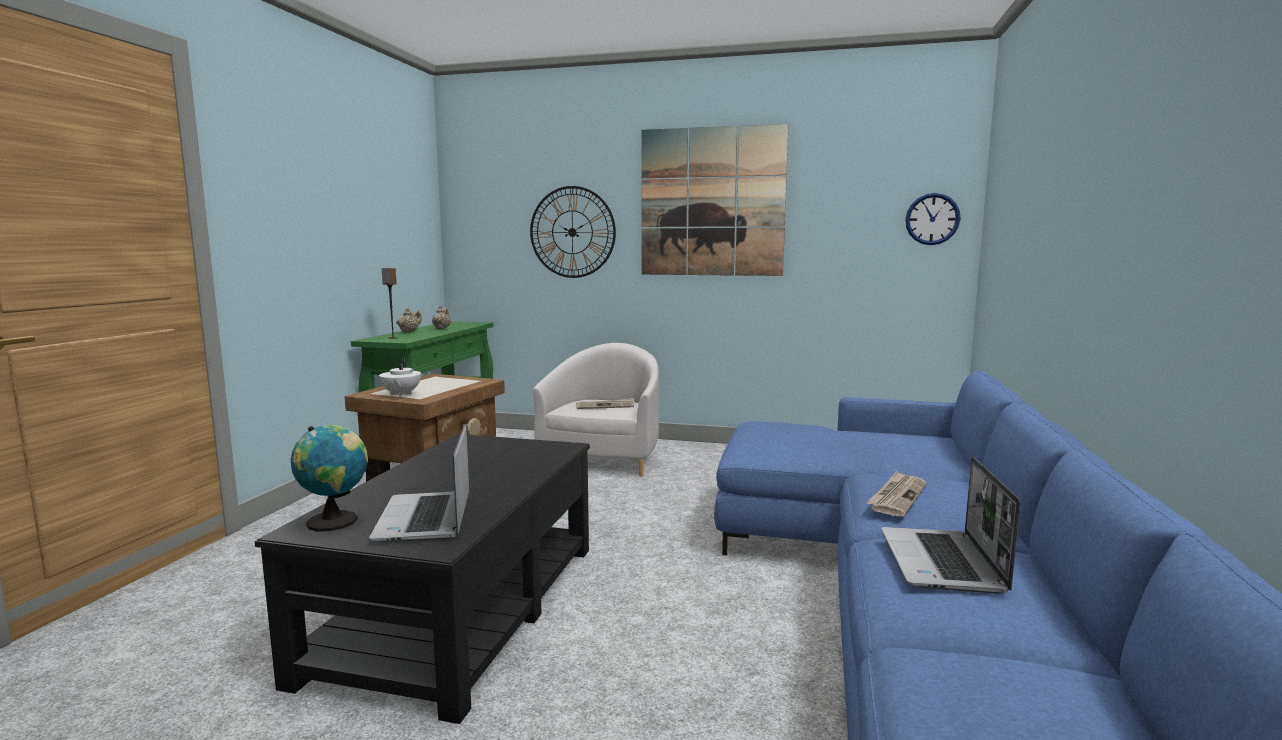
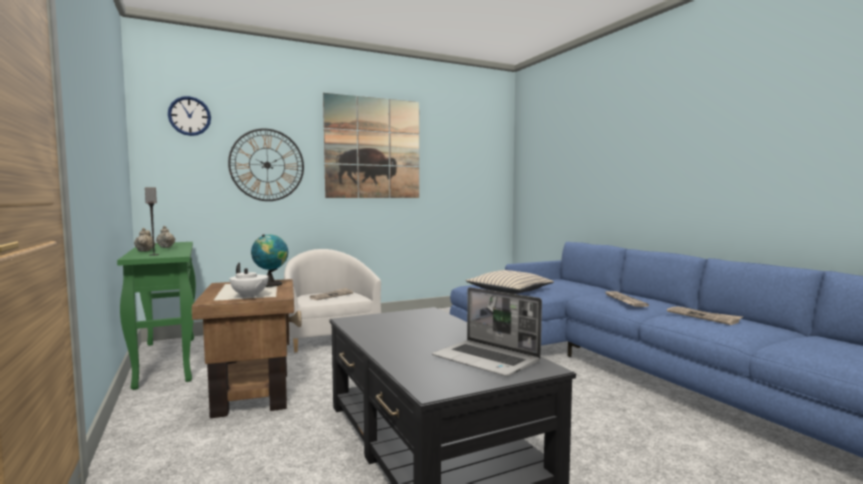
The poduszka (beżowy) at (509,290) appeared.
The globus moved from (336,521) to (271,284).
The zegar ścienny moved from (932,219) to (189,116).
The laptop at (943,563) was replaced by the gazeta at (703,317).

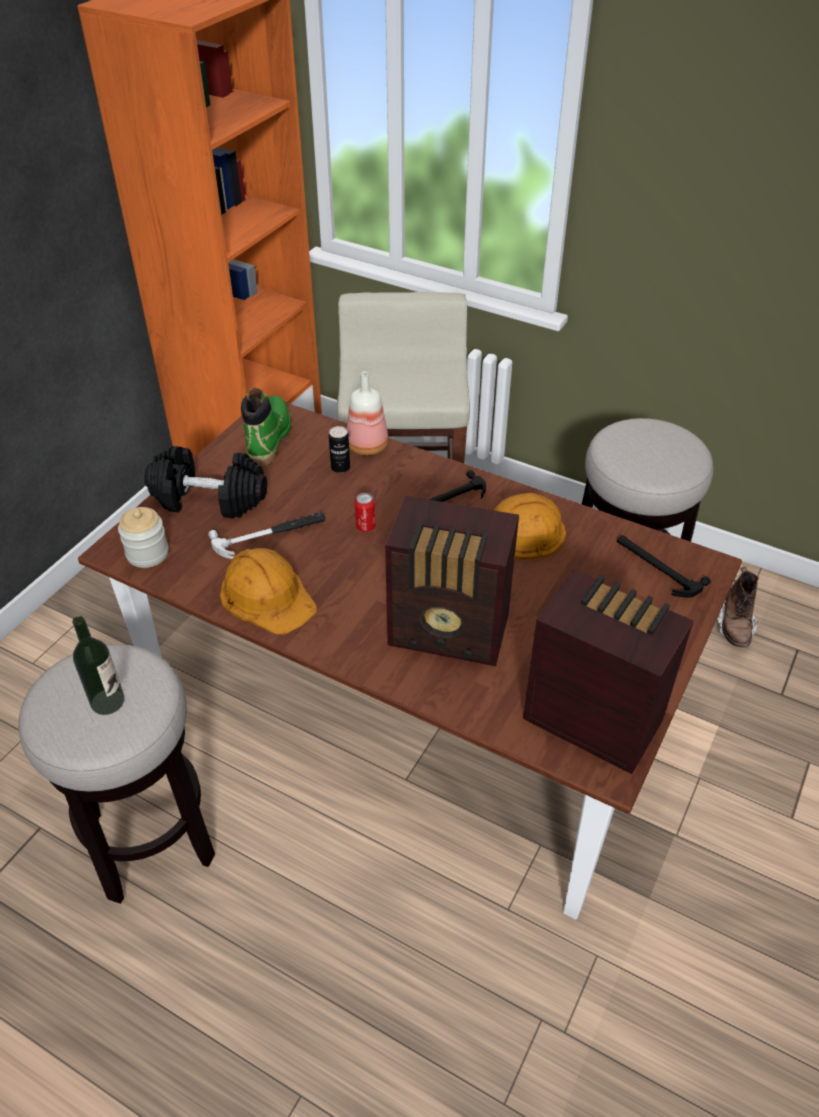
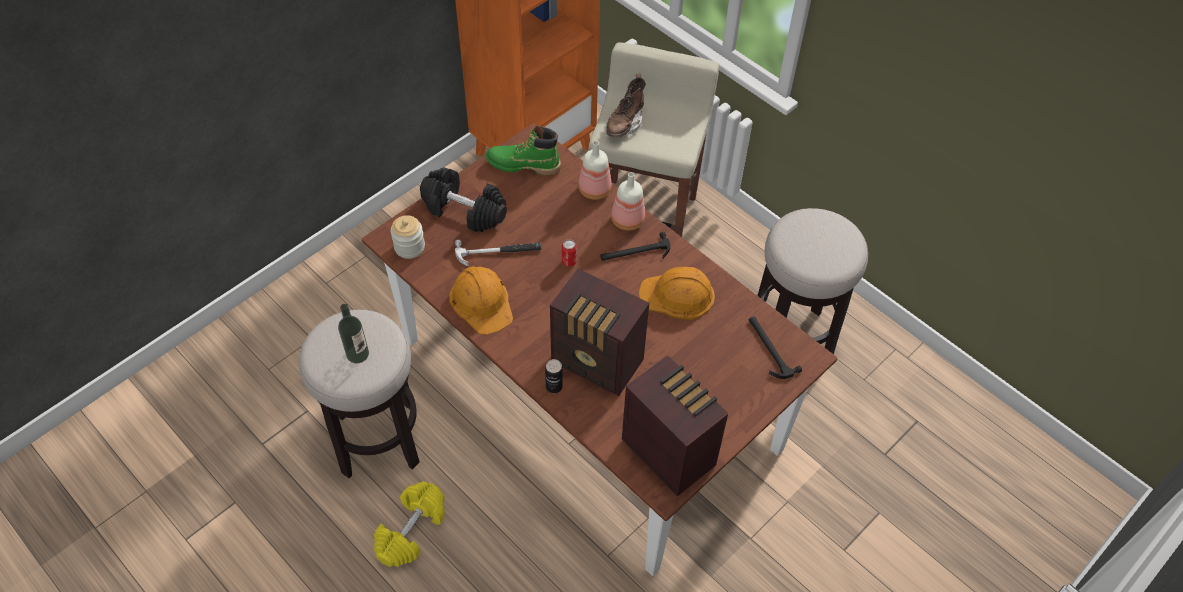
The hantel (żółty) at (412,531) appeared.
The butelka at (626,221) appeared.
The puszka moved from (340,467) to (554,386).
The but z cholewką (brązowy) moved from (735,627) to (625,123).
The but z cholewką (zielony) at (269,438) turned 105 degrees counterclockwise.

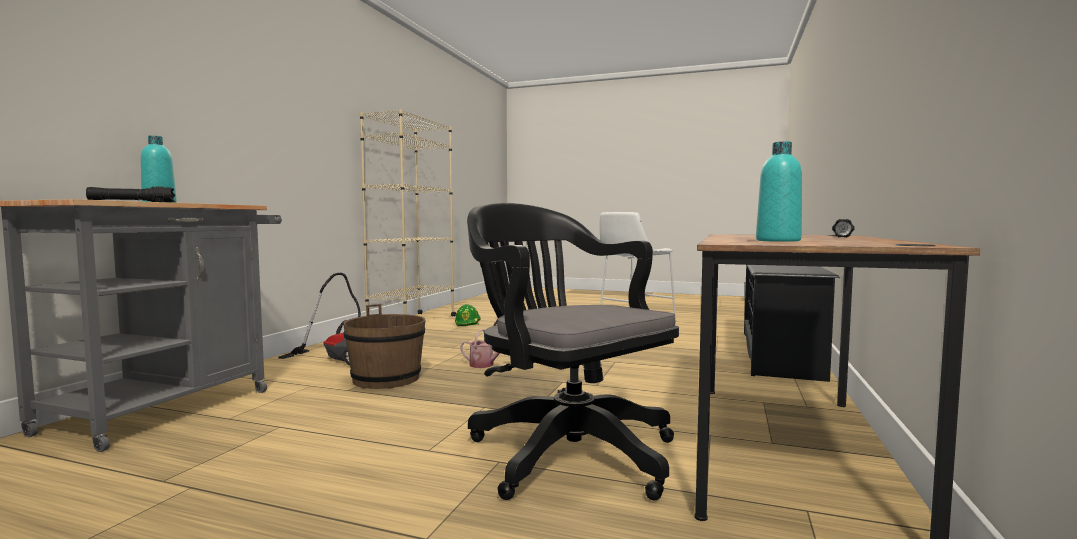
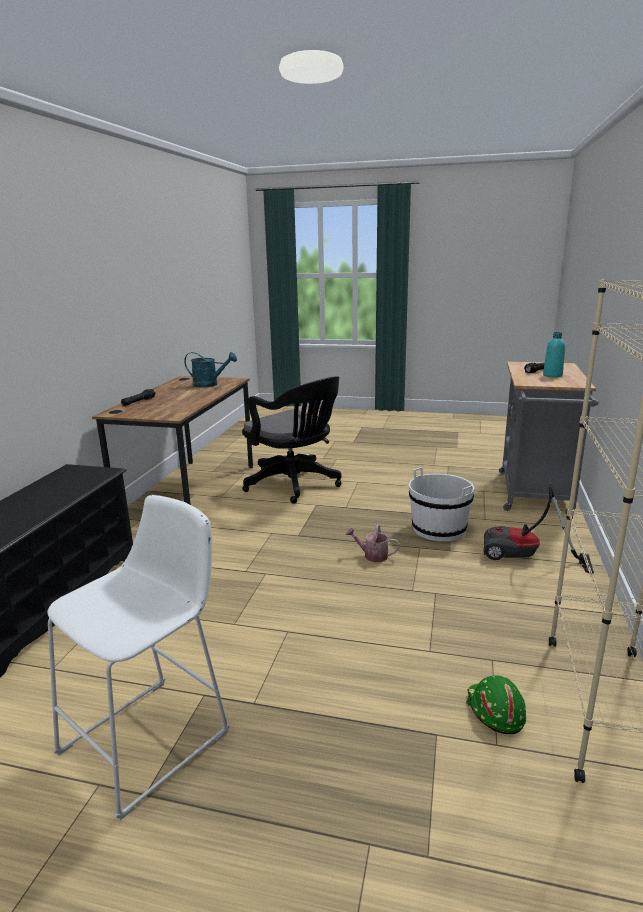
The butelka (turkusowy) at (778,240) was replaced by the konewka (turkusowy) at (210,384).
The wiadro (brązowy) at (386,379) became the wiadro (biały) at (438,529).

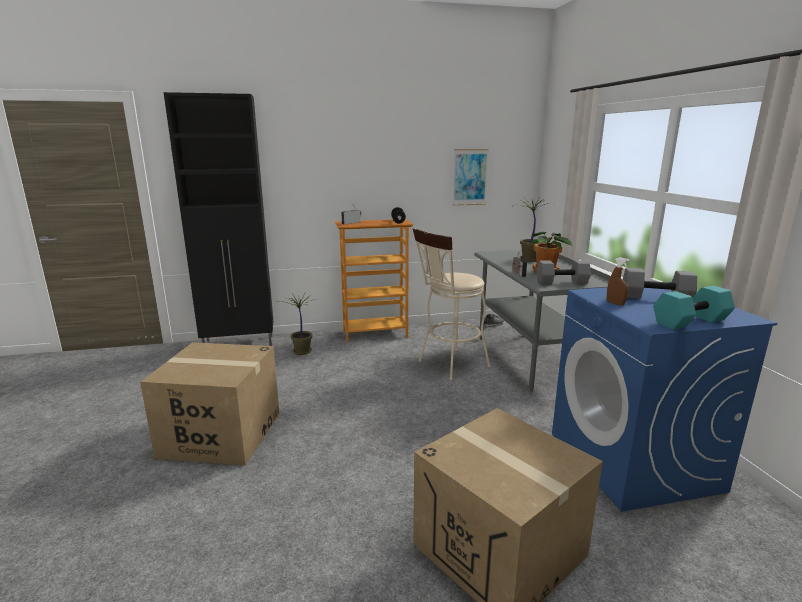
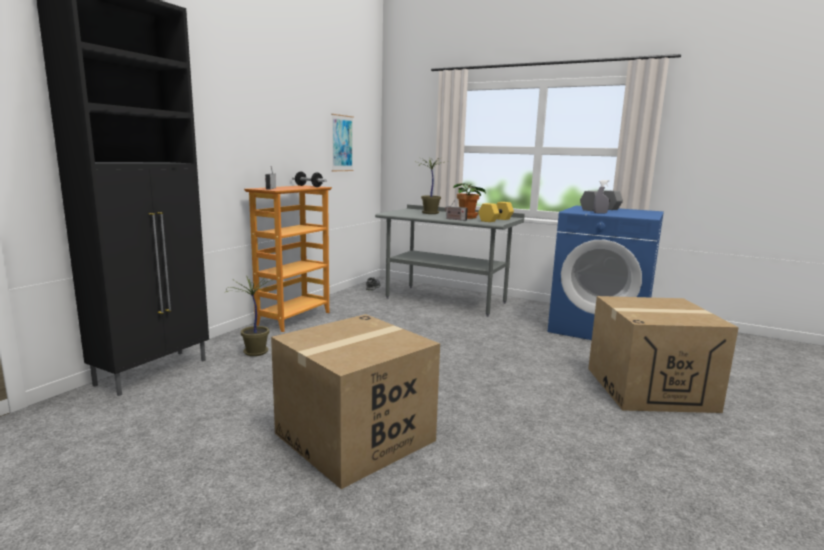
The stołek (beżowy) at (449,365) disappeared.
The hantel (turkusowy) at (691,322) disappeared.
The hantel (szary) at (561,282) became the hantel (żółty) at (496,220).
The spryskiwacz (brązowy) at (615,303) became the spryskiwacz (szary) at (600,213).

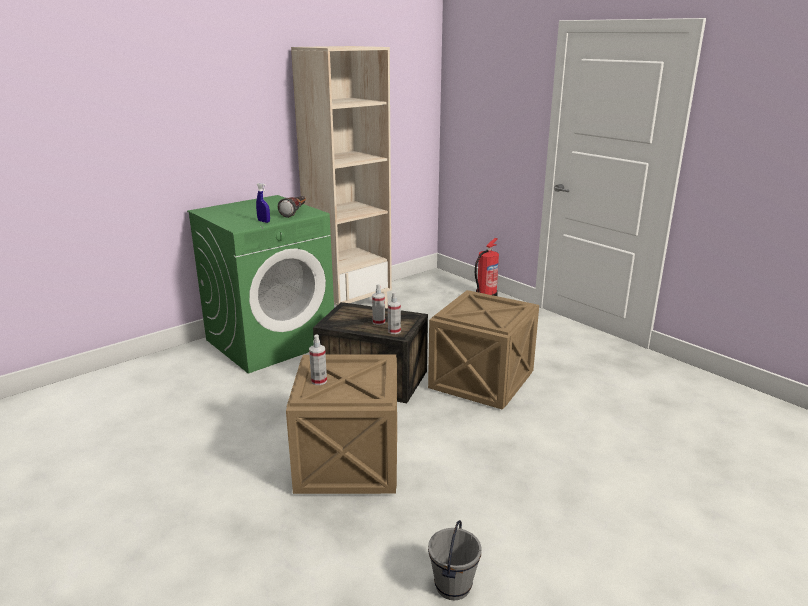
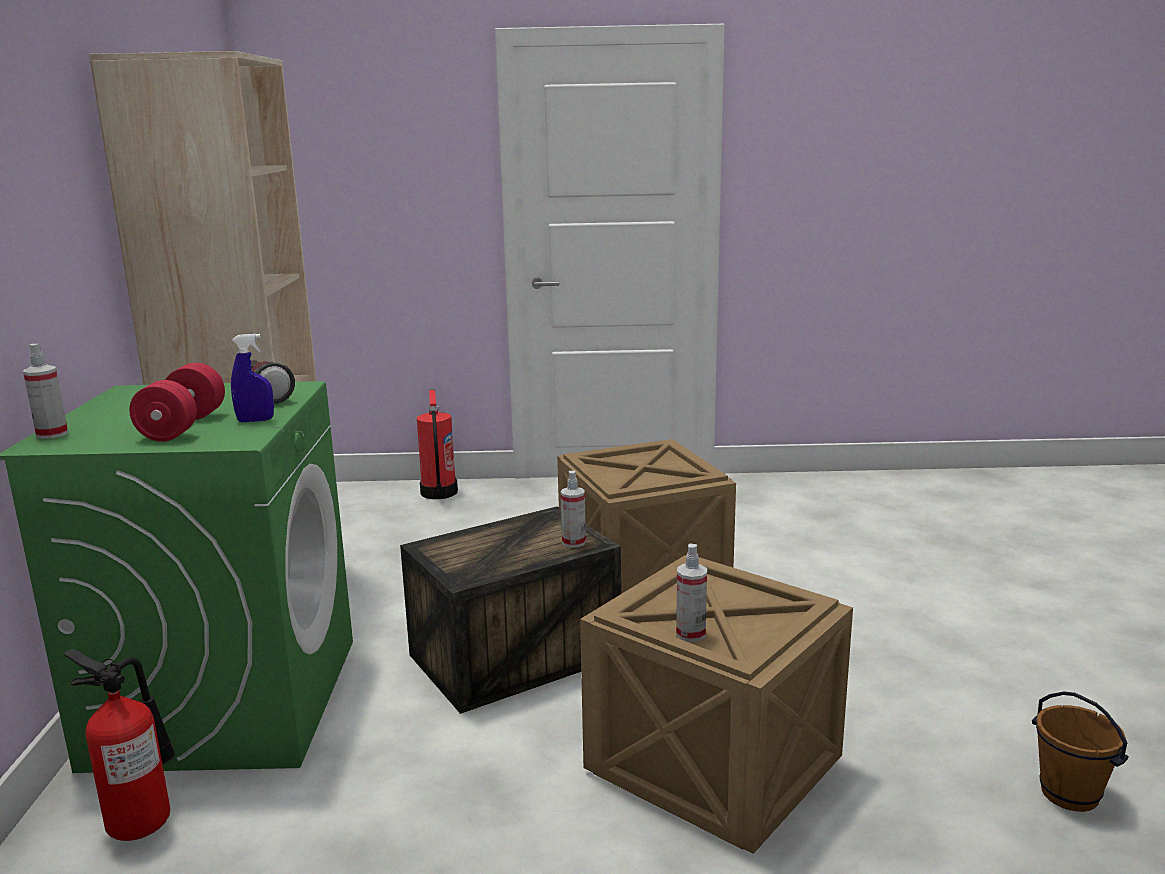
The gaśnica at (143,820) appeared.
The hantel (czerwony) at (183,426) appeared.
The spryskiwacz moved from (378,322) to (52,434).
The wiadro (szary) at (452,586) became the wiadro (brązowy) at (1068,795).

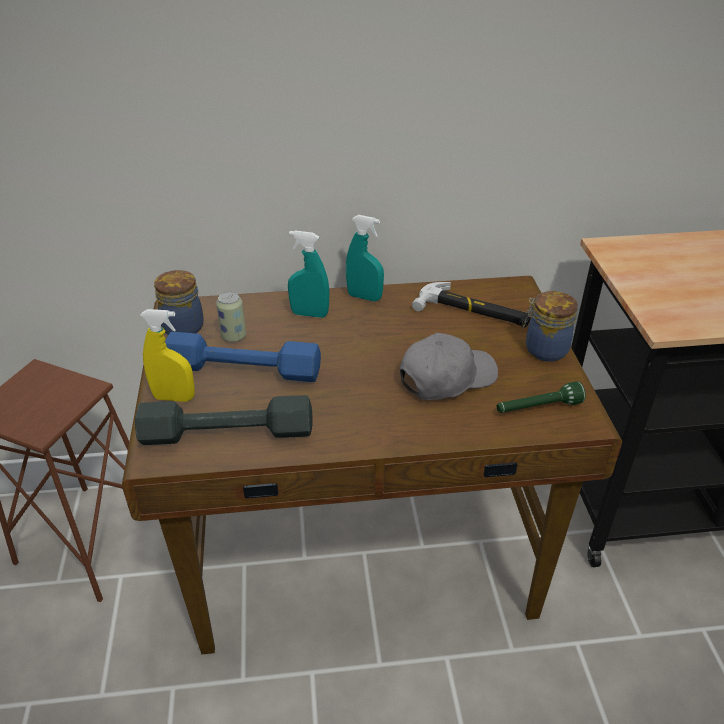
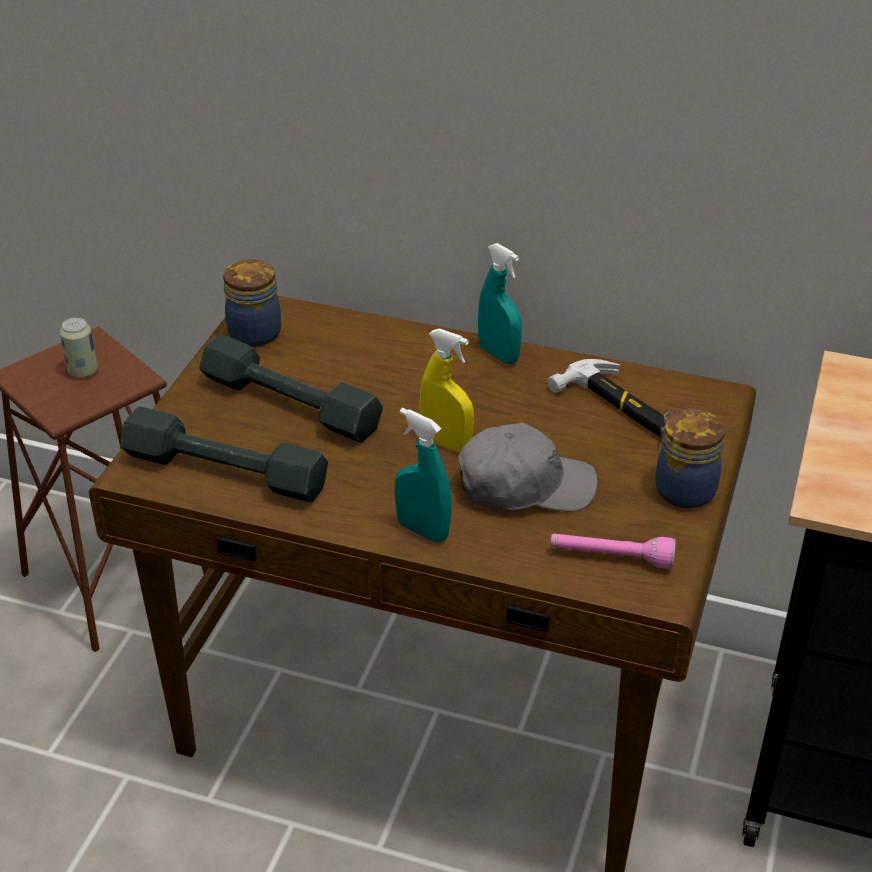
The spryskiwacz (żółty) moved from (174,397) to (446,443).
The puszka moved from (233,336) to (83,371).
The spryskiwacz (turkusowy) moved from (309,314) to (422,531).
The hantel (niebieski) at (243,369) became the hantel (szary) at (290,404).
The latarka (zielony) at (537,408) became the latarka (różowy) at (611,558).

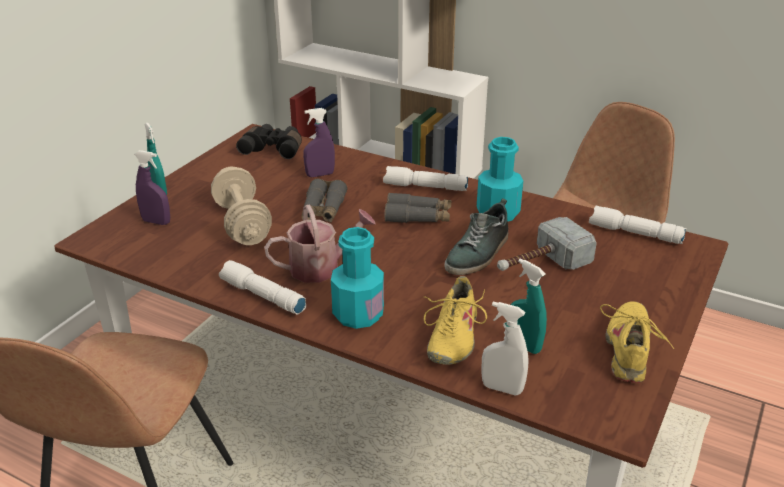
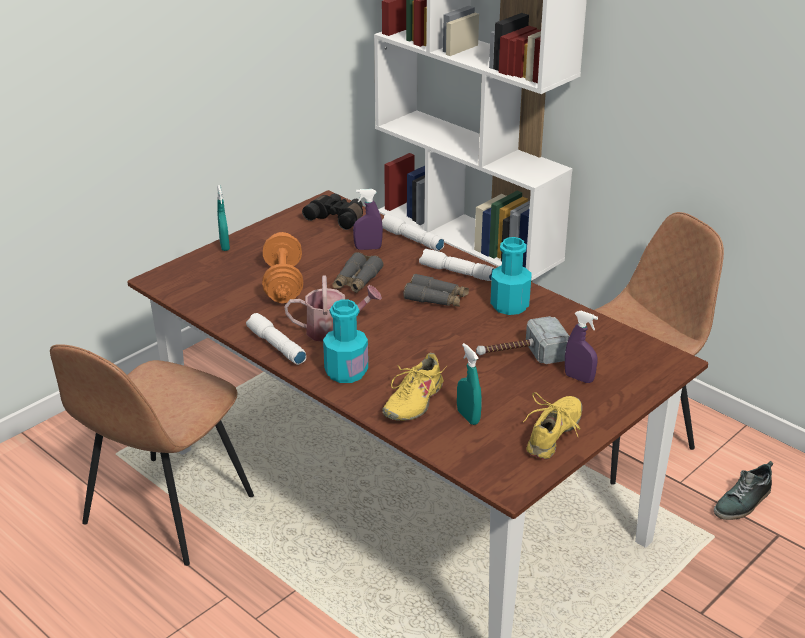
The spryskiwacz (biały) at (502,388) disappeared.
The spryskiwacz (fioletowy) moved from (156,222) to (579,378).
The but moved from (478,253) to (743,502).
The latarka (biały) moved from (634,234) to (411,240).
The hantel (beżowy) at (242,224) became the hantel (pomarańczowy) at (283,284).

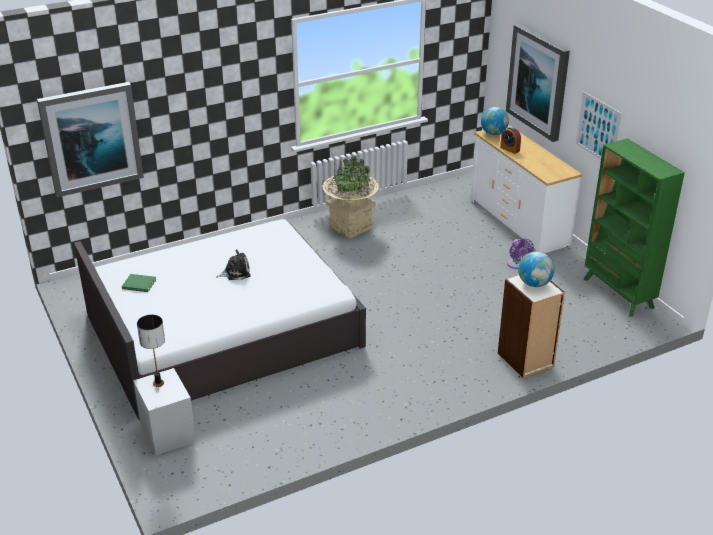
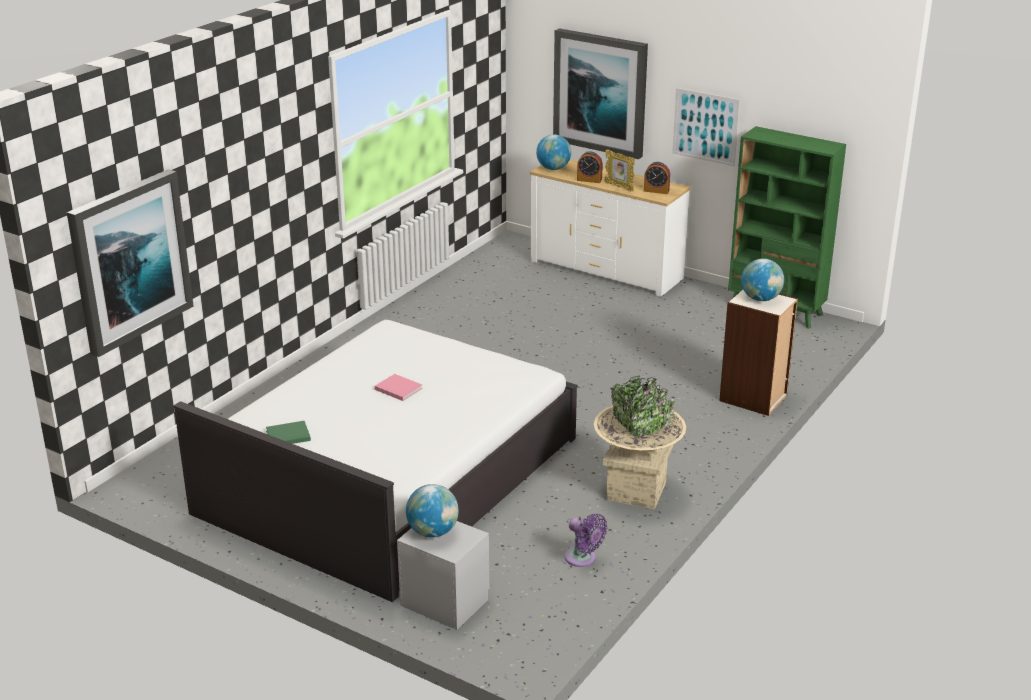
The ramka na zdjęcie at (619,187) appeared.
The budzik at (656,191) appeared.
The donica (beżowy) moved from (351,227) to (636,491).
The wentylator (fioletowy) moved from (517,265) to (582,559).
The lampa stołowa at (158,383) was replaced by the globus at (433,532).
The pluszak at (235,272) was replaced by the książka (różowy) at (397,388).

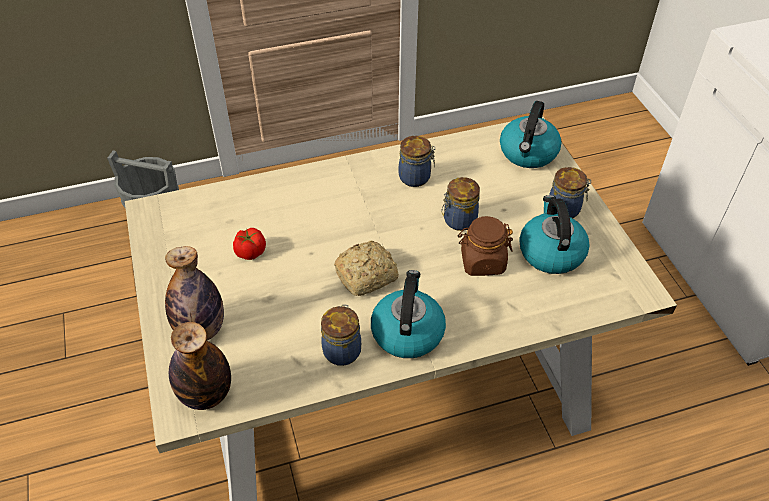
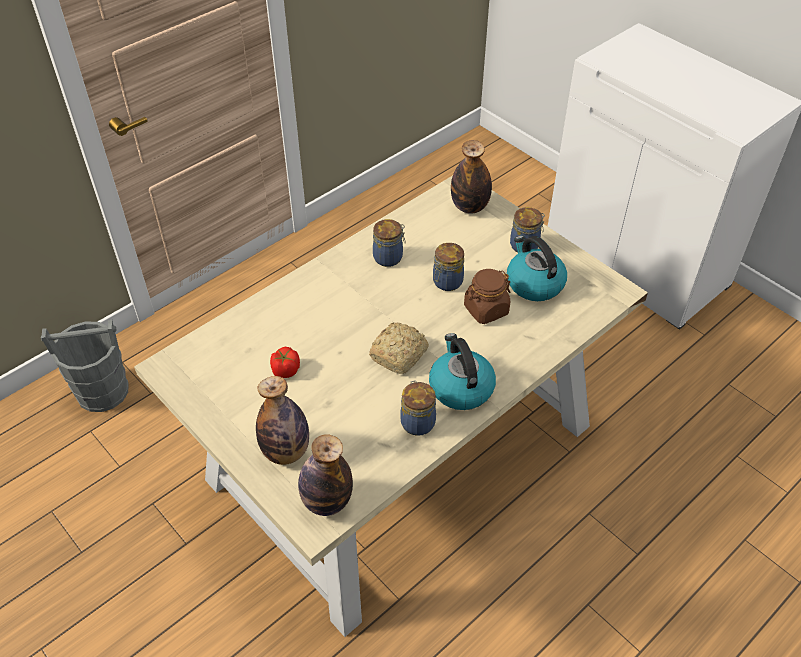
The czajnik at (528,153) was replaced by the butelka at (469,207).

